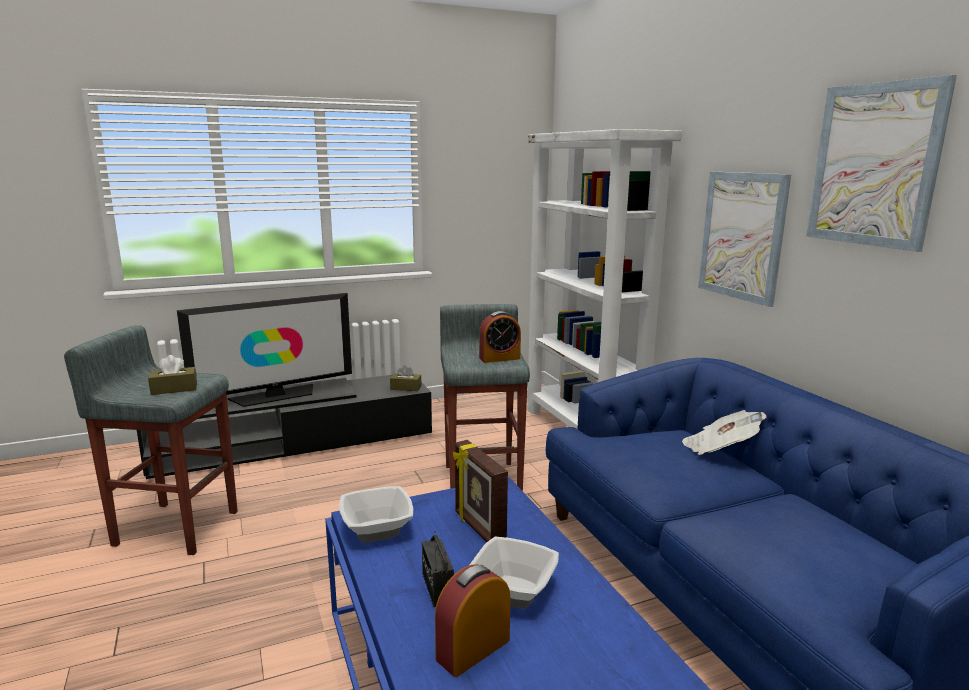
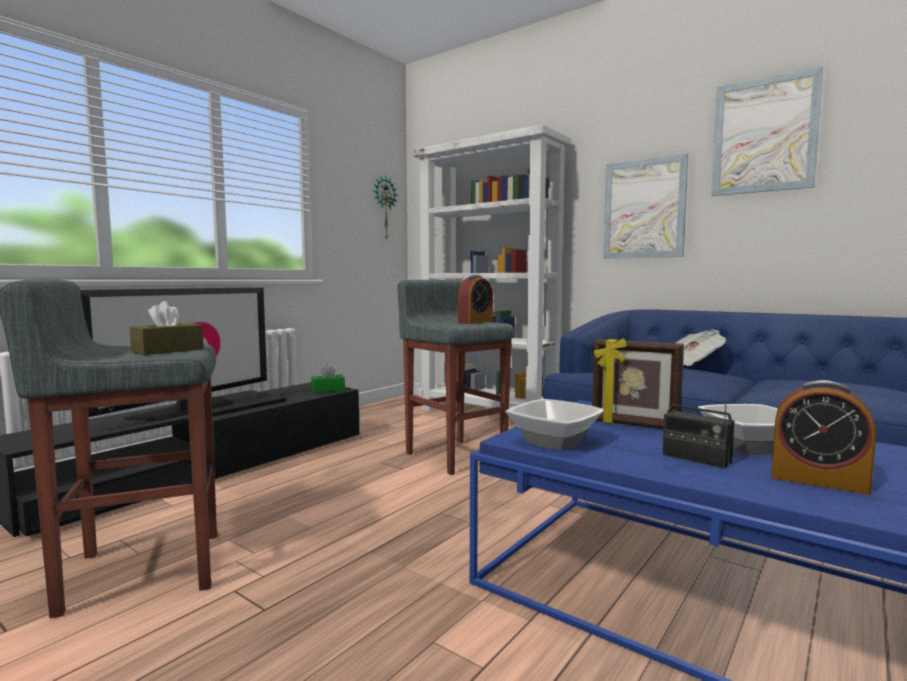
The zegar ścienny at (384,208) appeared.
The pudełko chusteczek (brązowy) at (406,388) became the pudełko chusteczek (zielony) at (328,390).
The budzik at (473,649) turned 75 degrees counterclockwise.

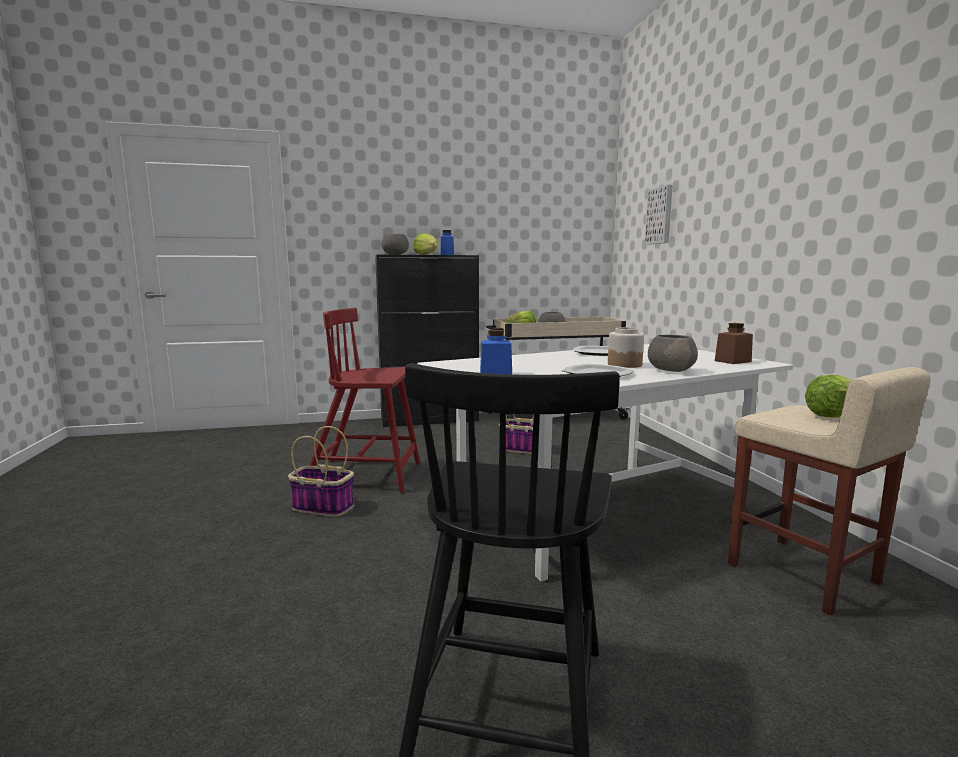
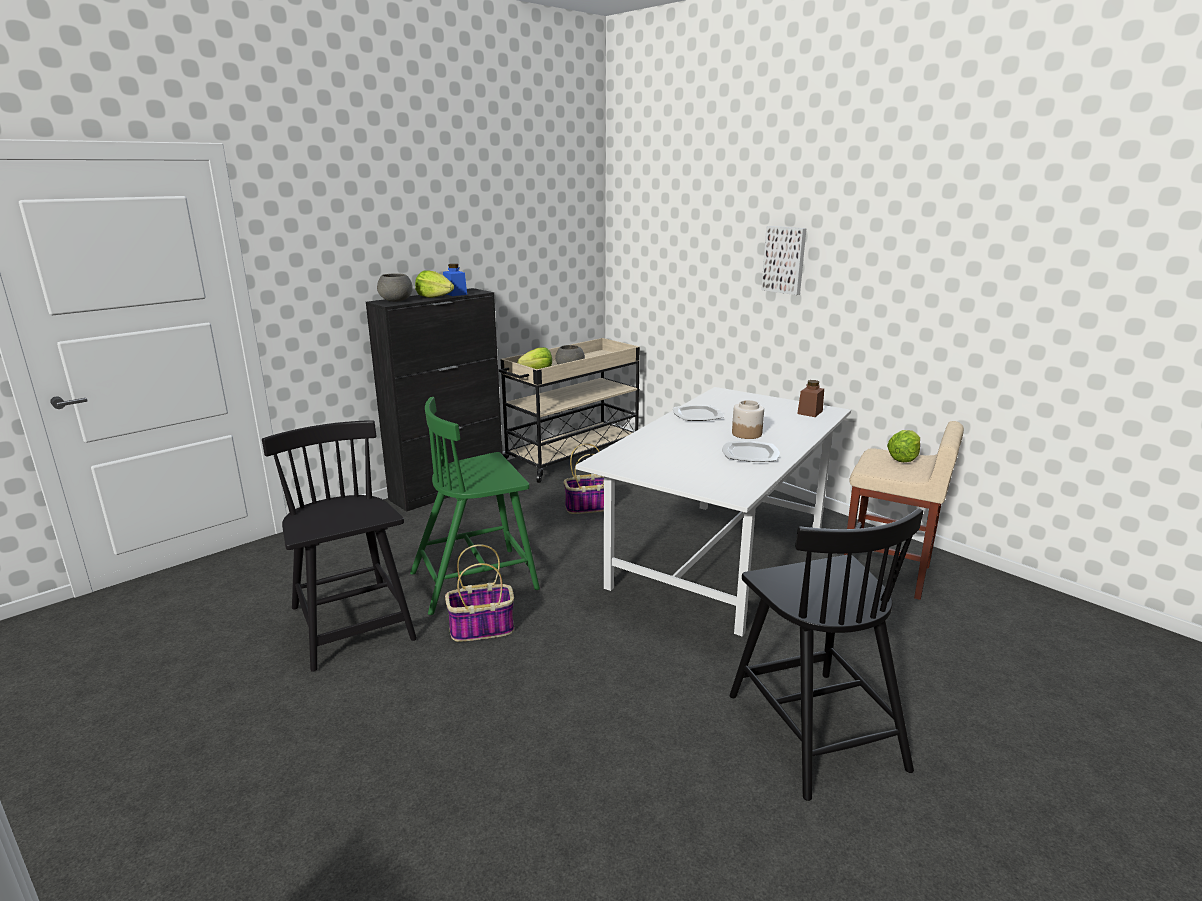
The słoik (niebieski) at (495,373) disappeared.
The miska (szary) at (671,370) disappeared.
The krzesło (czarny) at (352,625) appeared.
The obraz moved from (660,215) to (785,260).
The krzesło (czerwony) at (367,475) became the krzesło (zielony) at (476,580).

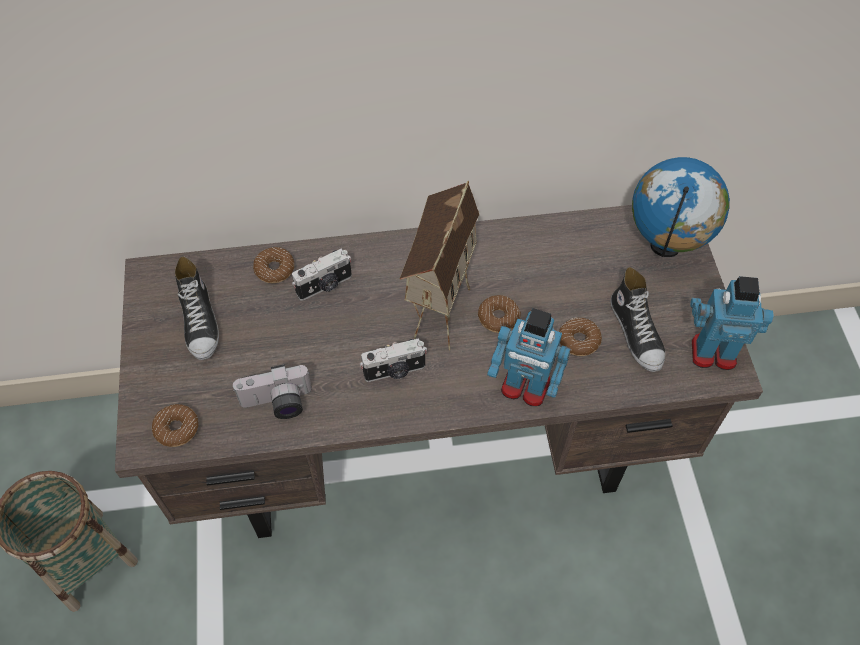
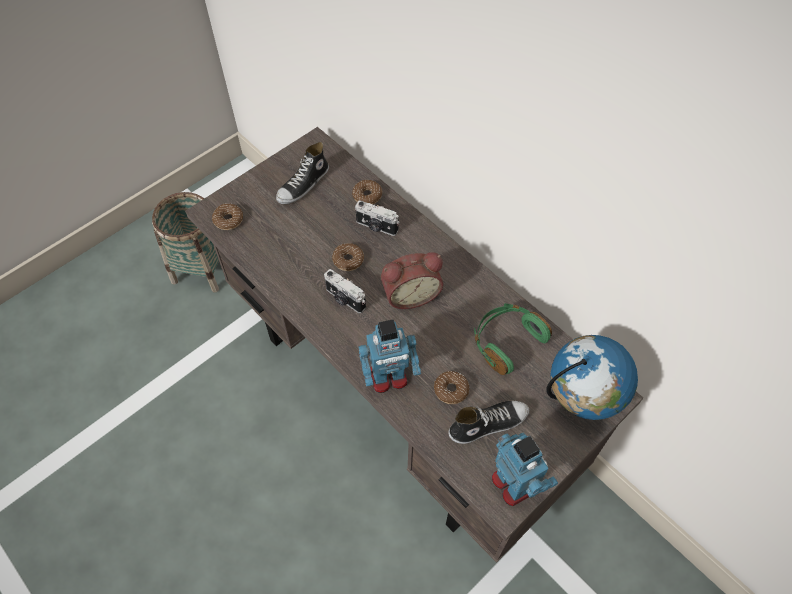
The aparat fotograficzny at (277,404) disappeared.
The słuchawki (zielony) at (506,341) appeared.
The donut moved from (498,318) to (348,260).
The domek at (437,307) was replaced by the budzik at (410,294).
The robot zabawkowy at (525,387) turned 90 degrees counterclockwise.
The but at (637,332) turned 150 degrees counterclockwise.

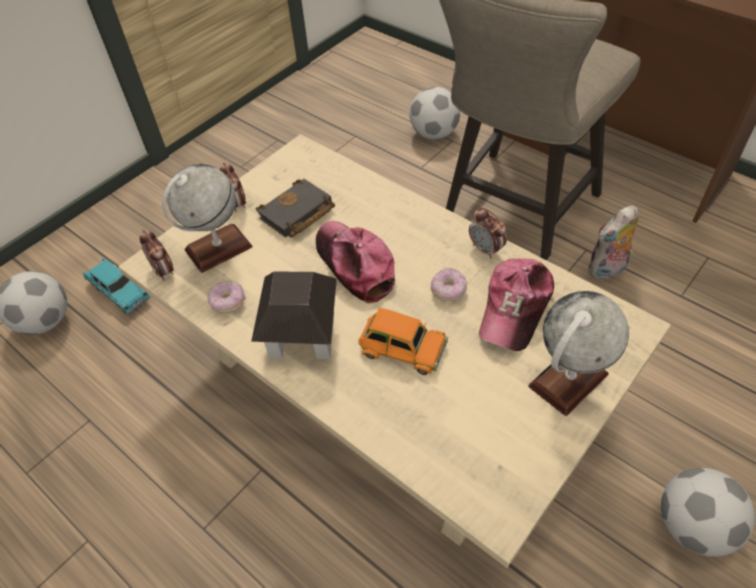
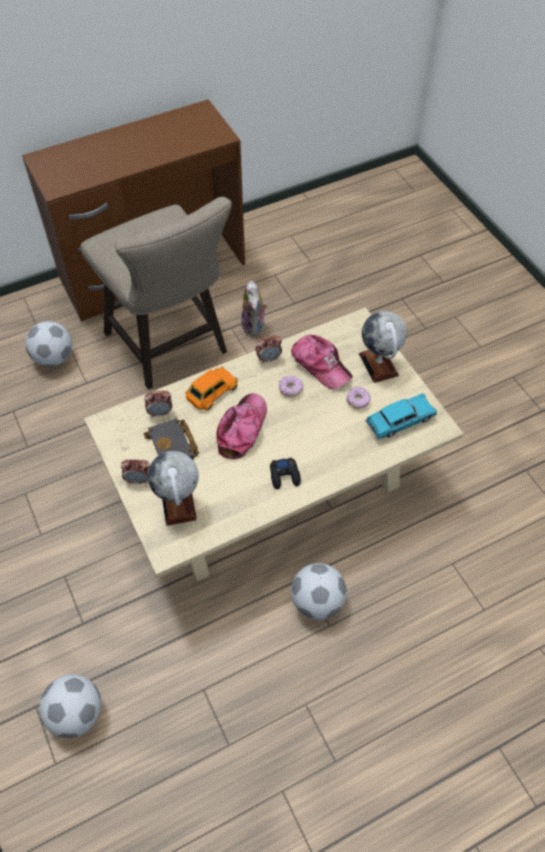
The samochodzik (turkusowy) moved from (119,292) to (400,421).
The budzik moved from (164,271) to (160,413).
The donut moved from (228,302) to (358,401).
The samochodzik (pomarańczowy) moved from (402,347) to (211,392).
The piłka futbolowa moved from (693,526) to (317,601).
The domek at (302,336) was replaced by the pad do gier (czarny) at (285,476).
The czapka z daszkiem at (355,265) turned 120 degrees clockwise.

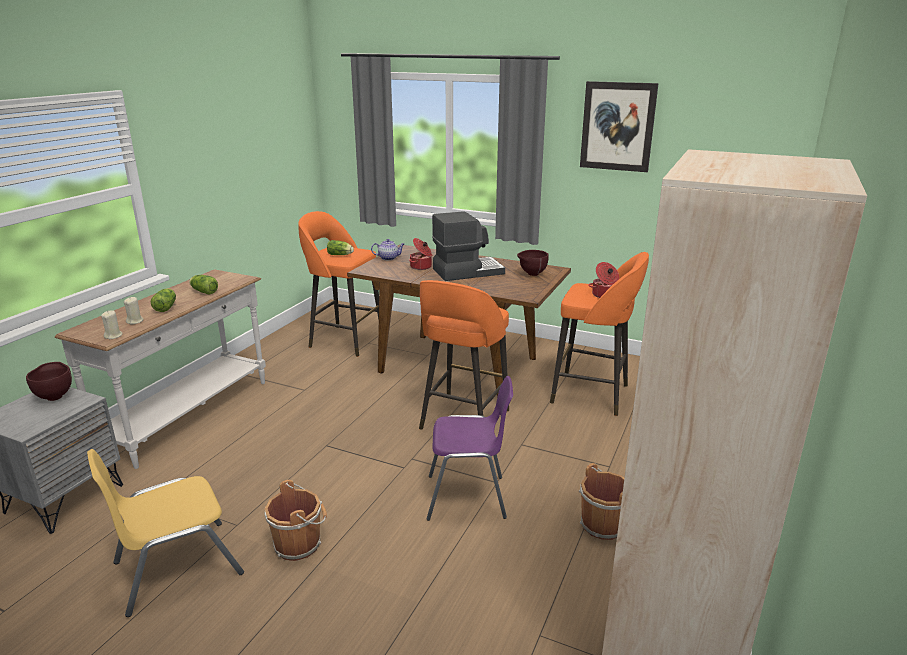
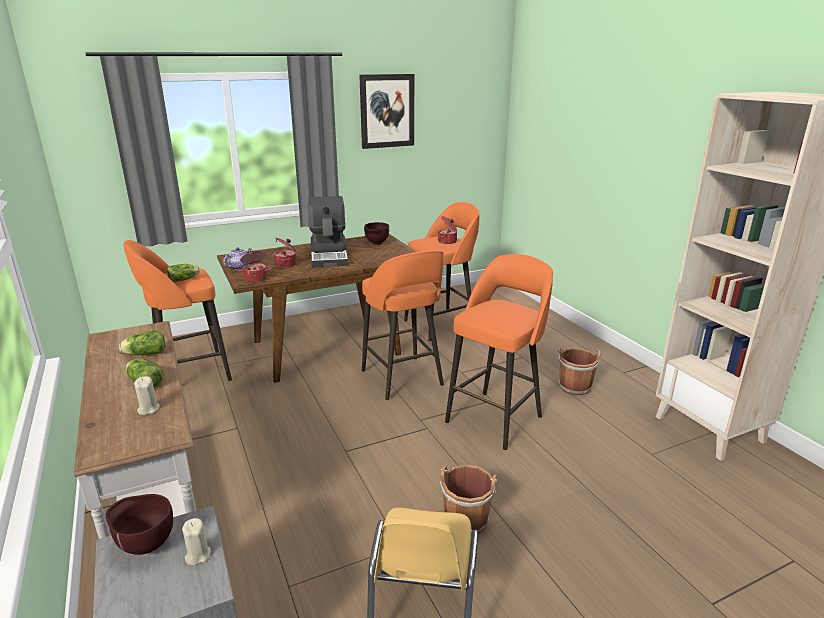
The garnek at (255,278) appeared.
The świeca (beżowy) moved from (113,336) to (198,555).
The krzesło (fioletowy) at (468,497) was replaced by the stołek (pomarańczowy) at (496,418).
The ekspres do kawy at (467,271) turned 150 degrees clockwise.

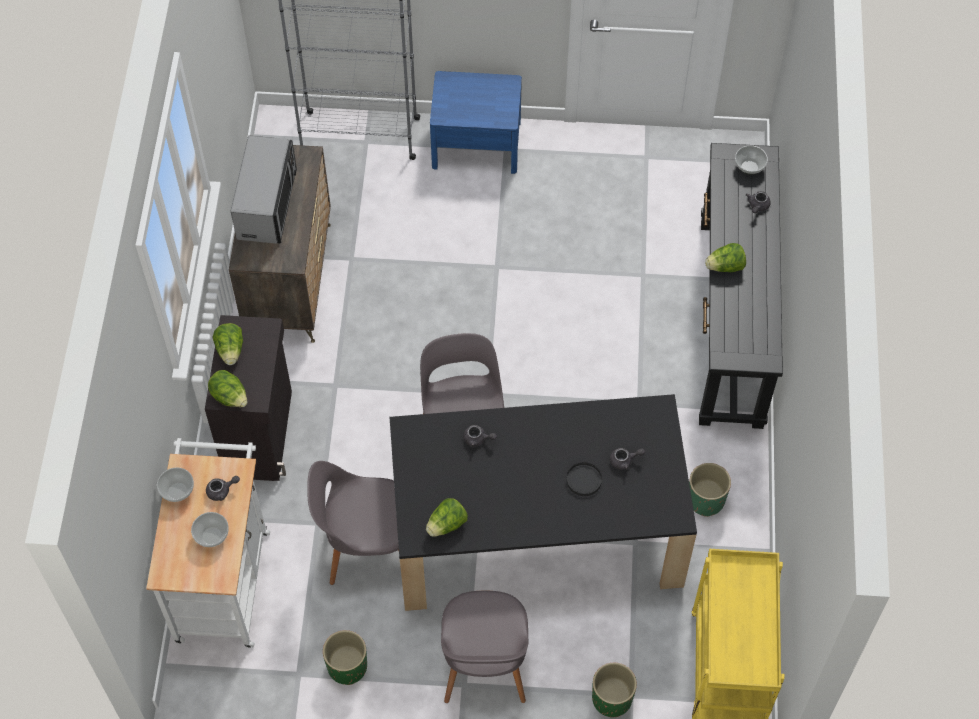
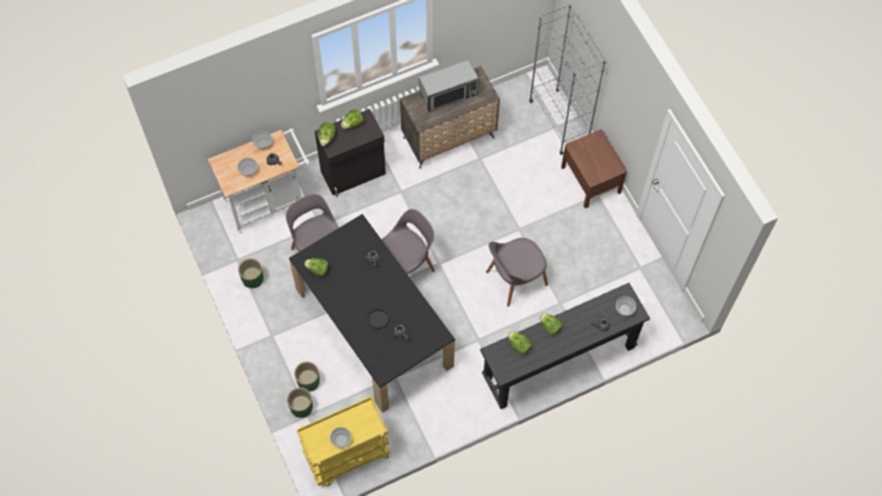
The miska at (341,440) appeared.
The sałata at (519,345) appeared.
The krzesło (szary) moved from (484,665) to (515,279).
The donica (zielony) moved from (705,500) to (308,381).
The szafka nocna (niebieski) at (476,144) became the szafka nocna (brązowy) at (591,179).

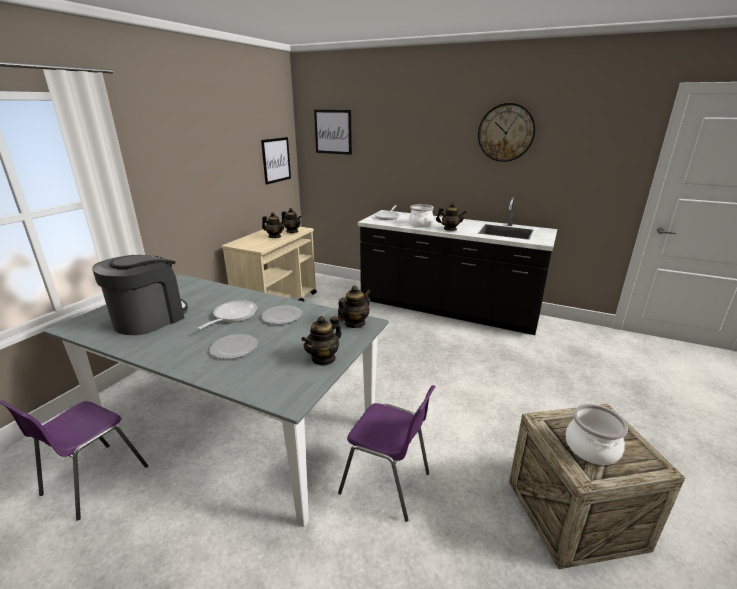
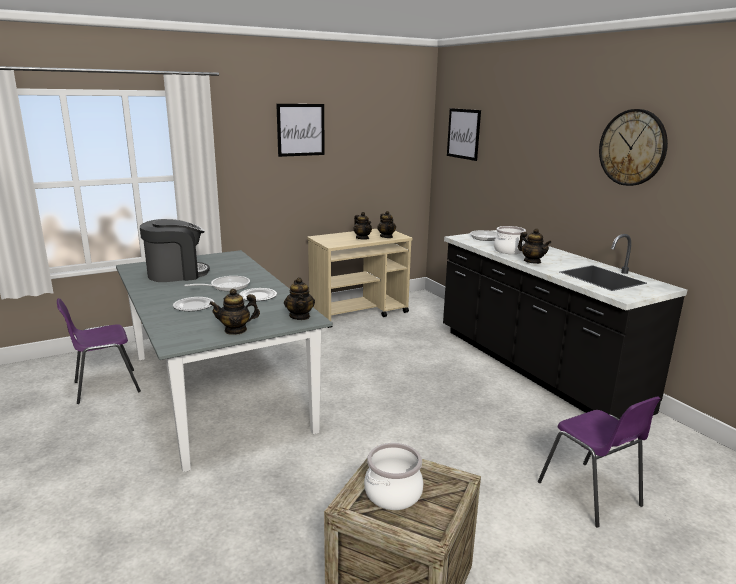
The obraz moved from (276,160) to (301,130).
The krzesło (fioletowy) moved from (387,484) to (591,495).
The imbryk at (354,324) turned 90 degrees clockwise.

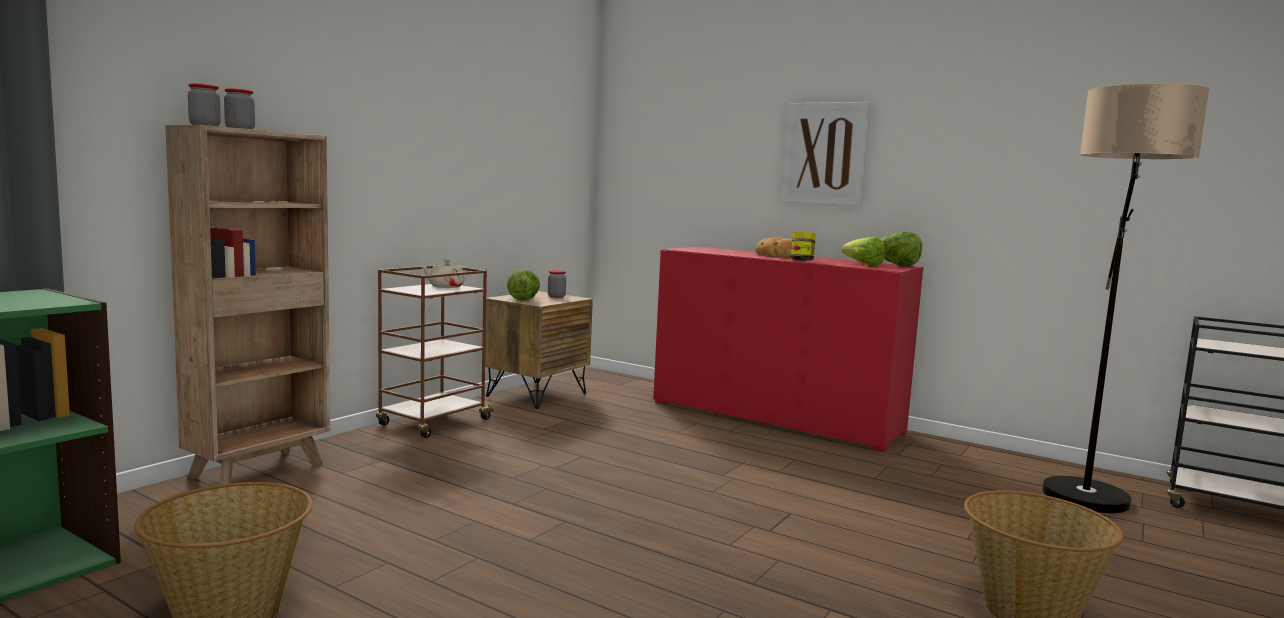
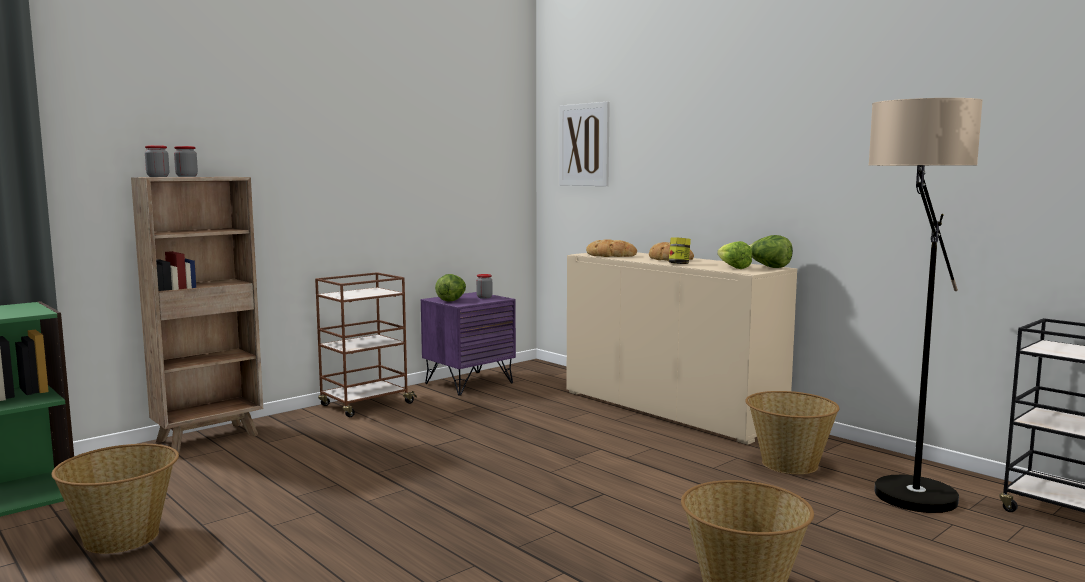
The imbryk (beżowy) at (445,287) disappeared.
The chleb at (610,255) appeared.
The koszyk at (788,464) appeared.
The obraz moved from (825,154) to (584,145).
The szafka nocna (brązowy) at (536,395) became the szafka nocna (fioletowy) at (468,383).
The szafka (czerwony) at (775,417) became the szafka (beżowy) at (670,409).

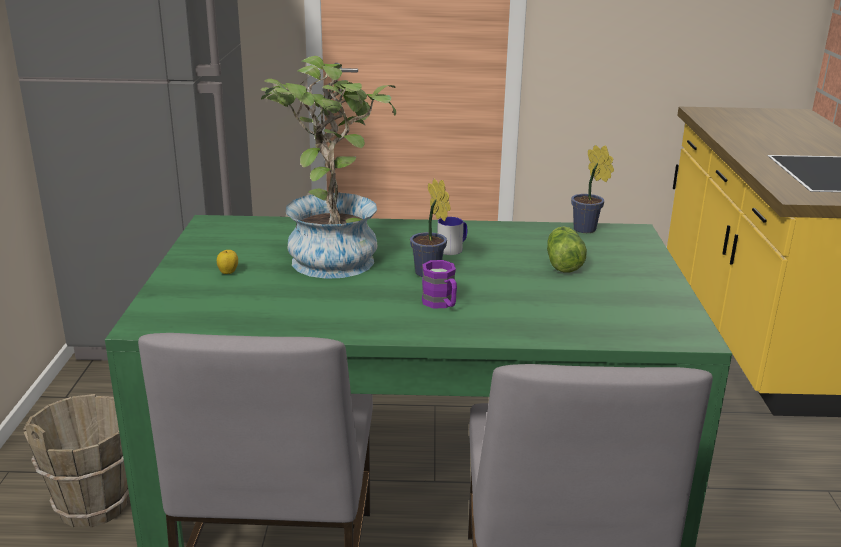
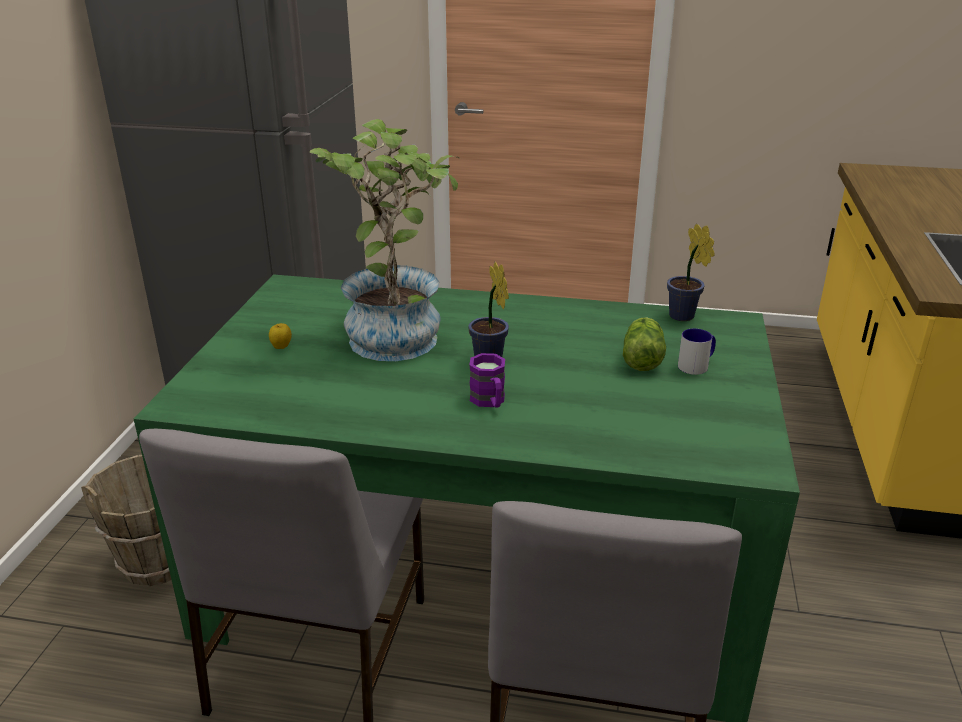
The kubek moved from (453,248) to (697,365).

